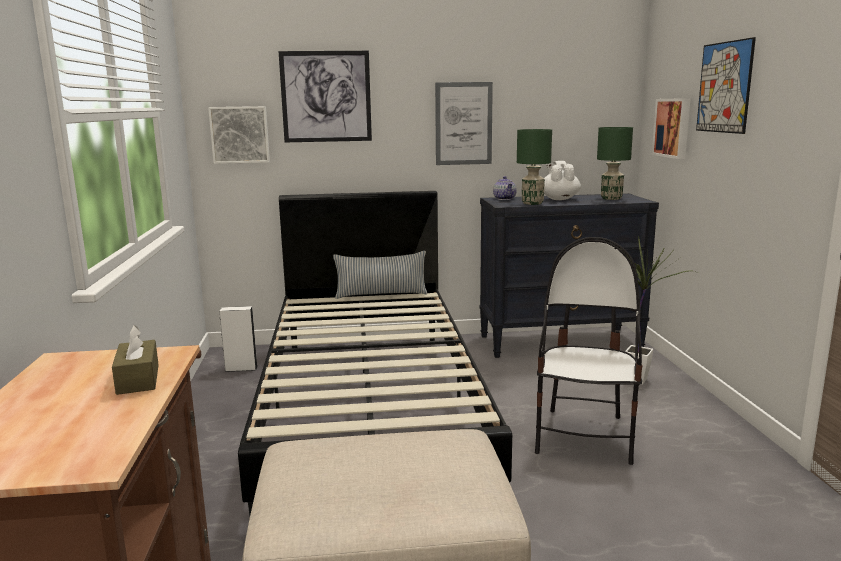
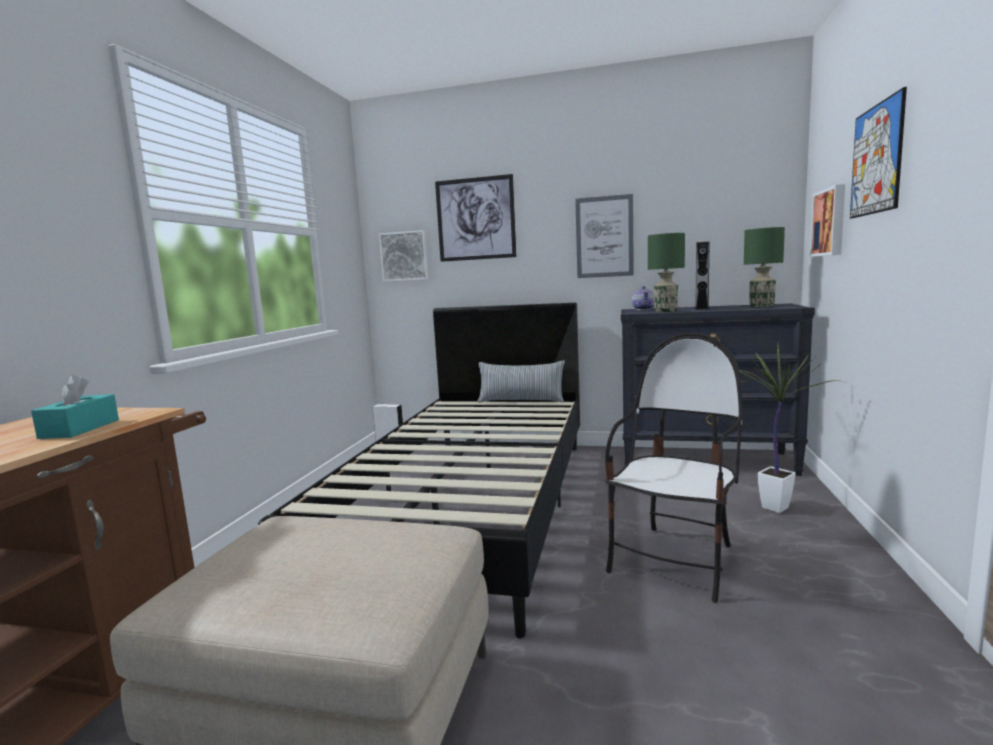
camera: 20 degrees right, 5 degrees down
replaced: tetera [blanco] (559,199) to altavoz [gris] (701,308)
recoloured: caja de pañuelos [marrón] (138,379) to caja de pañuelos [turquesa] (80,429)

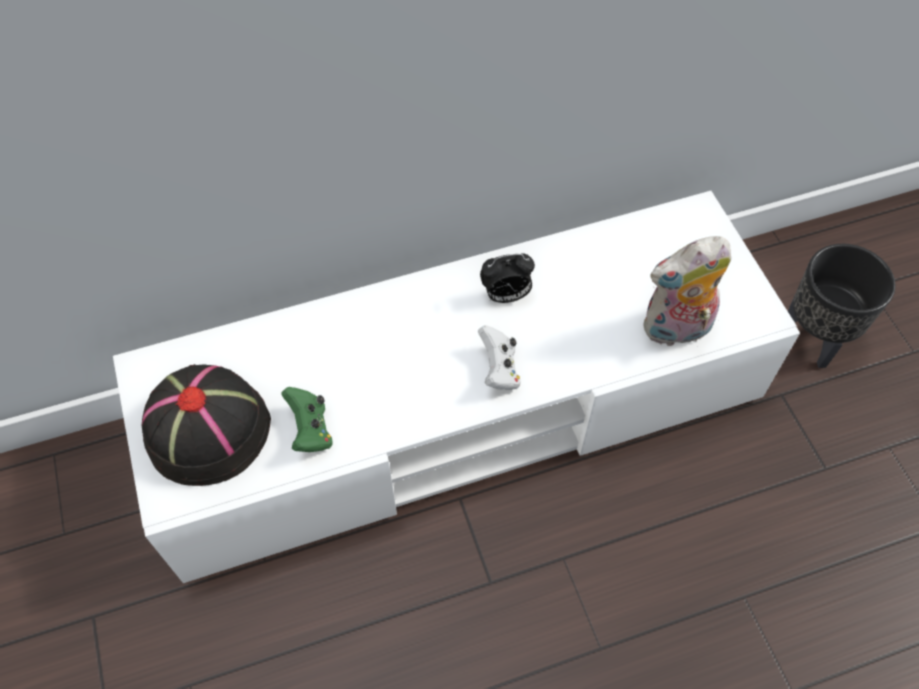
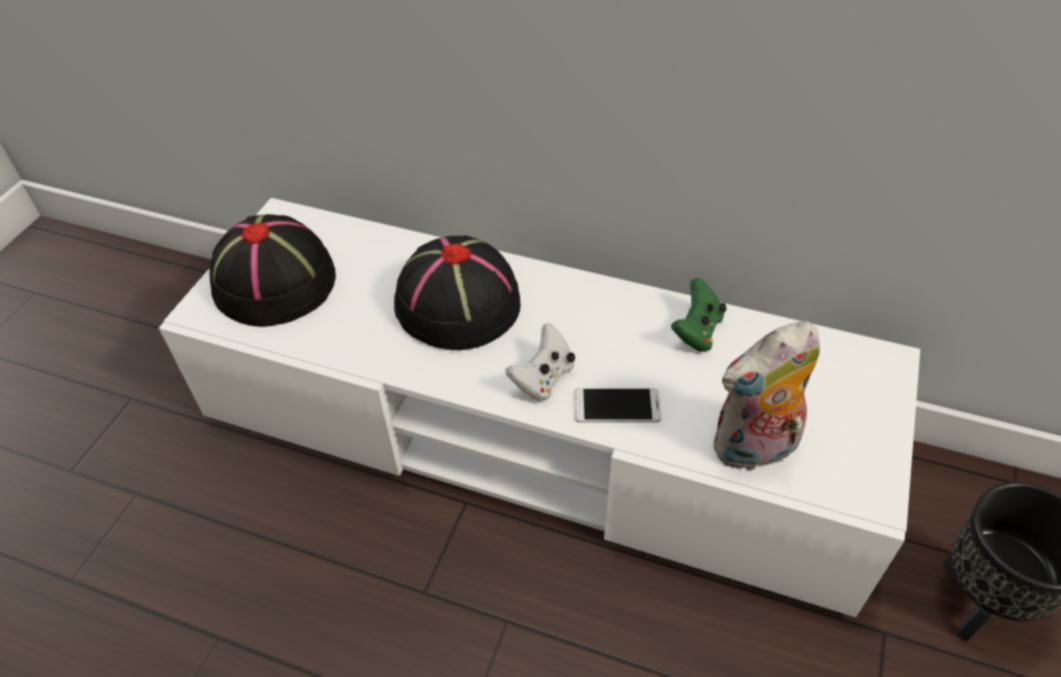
camera: 40 degrees right, 10 degrees down
removed: despertador (505,295)
added: sombrero [negro] (457,304); móvil (617,406)
moved: mando de consola [verde] (310,430) to (697,331)
turned: peluche (675,330) = (754,450) 45 degrees counterclockwise

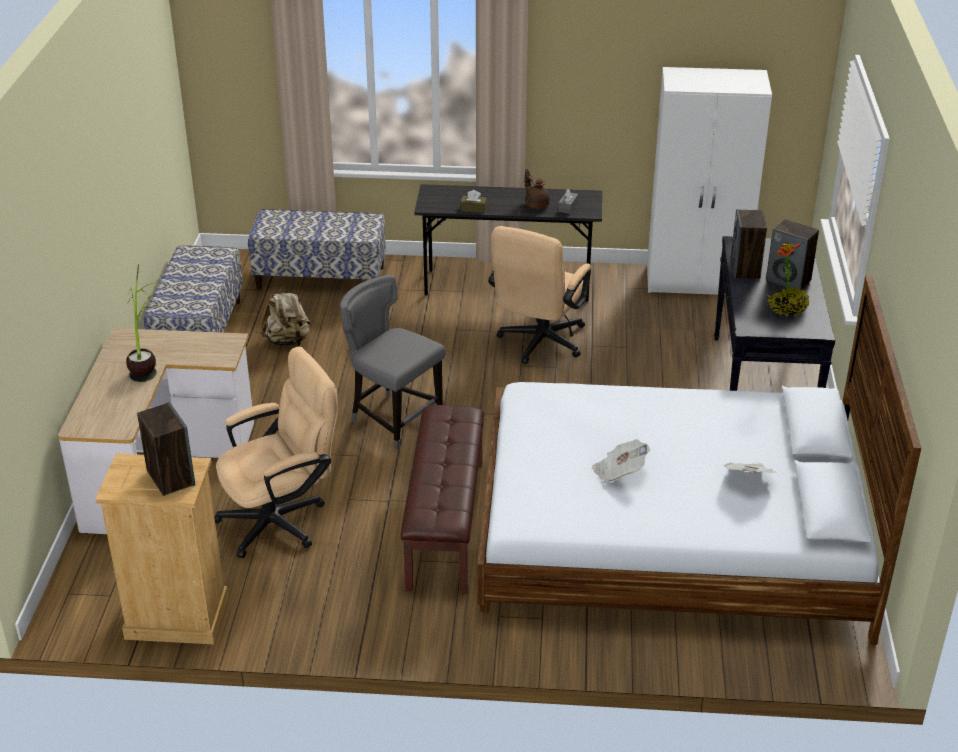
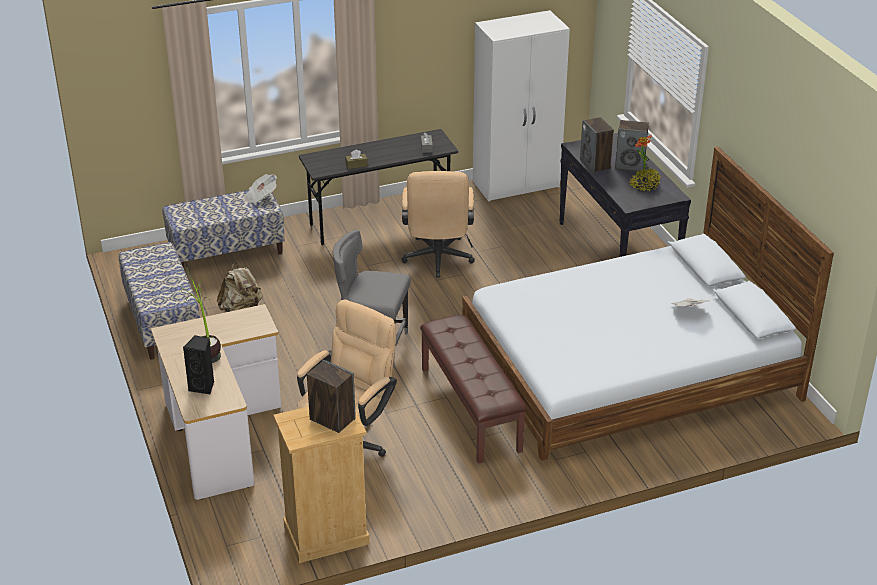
camera: 25 degrees left, 0 degrees up
removed: tetera [marrón] (536,204)
added: altavoz [negro] (203,386)
moved: periódico (619,472) to (260,197)

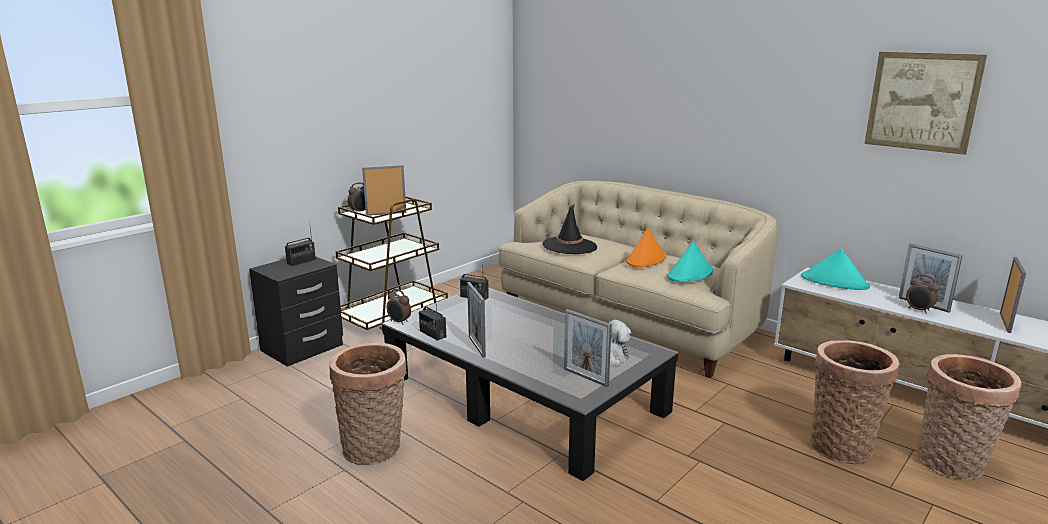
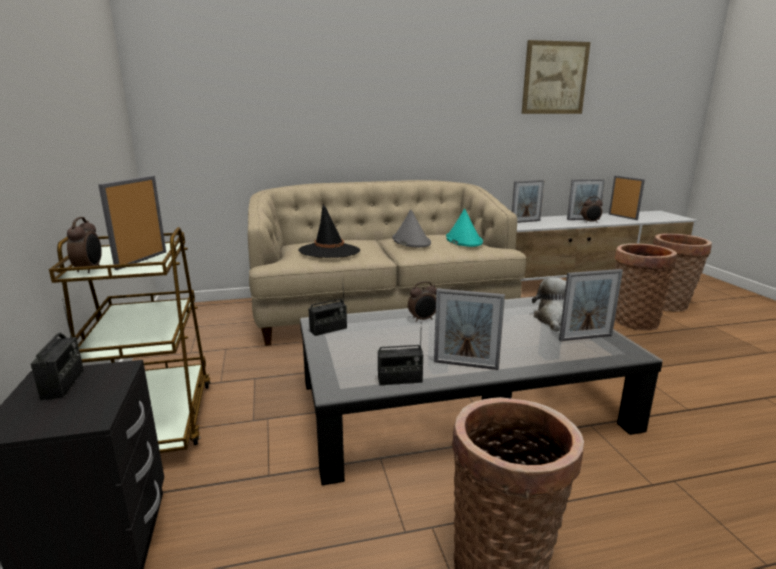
camera: 55 degrees left, 0 degrees up
moved: despertador (399,322) to (422,319)
replaced: sombrero [turquesa] (835,282) to portarretratos (525,221)
recoloured: sombrero [naranja] (646,259) to sombrero [gris] (410,241)

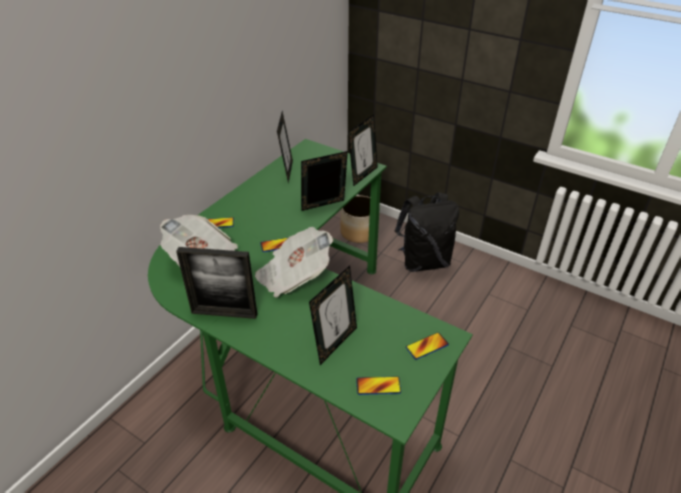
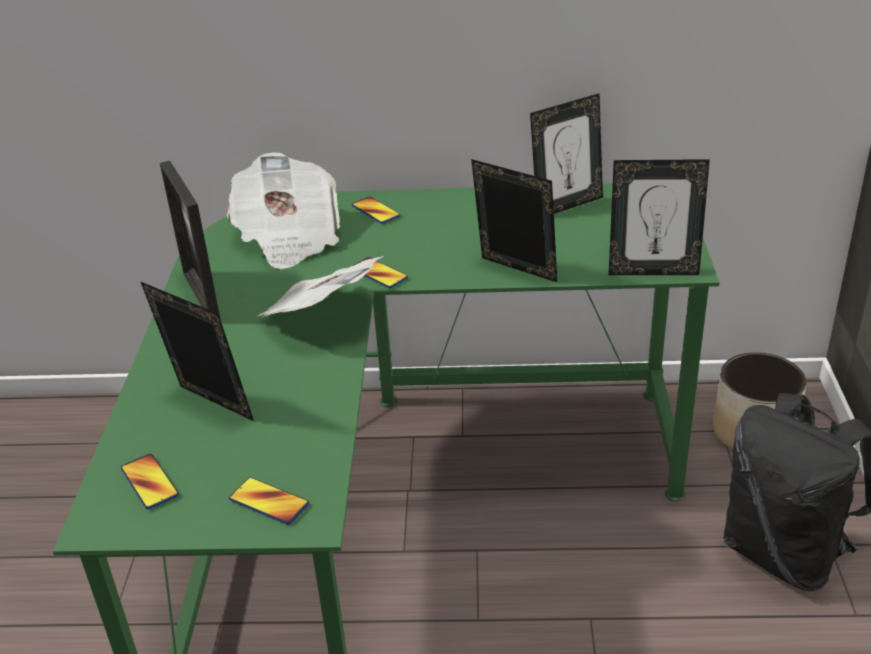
camera: 60 degrees right, 5 degrees down
turned: portarretratos (335,343) = (210,408) 150 degrees counterclockwise

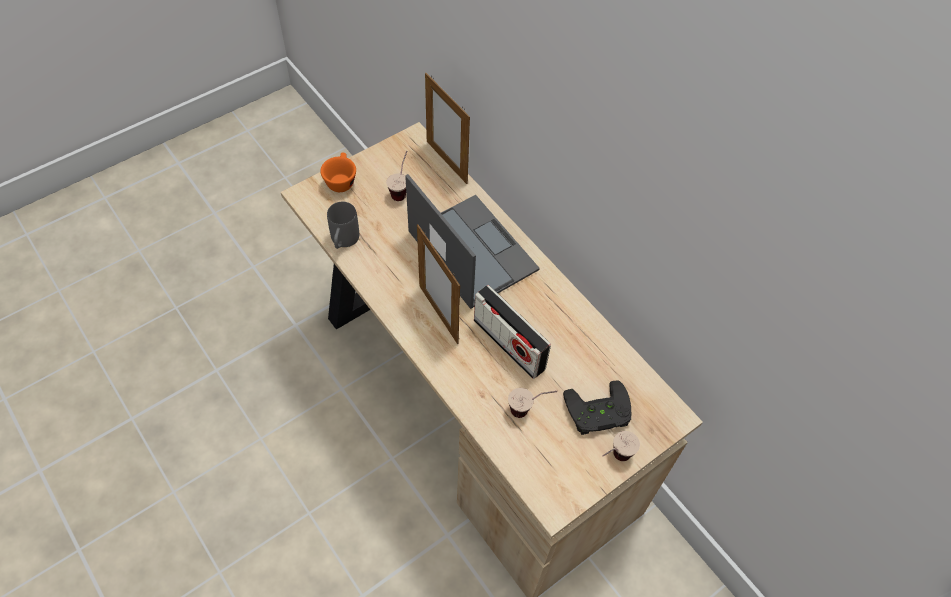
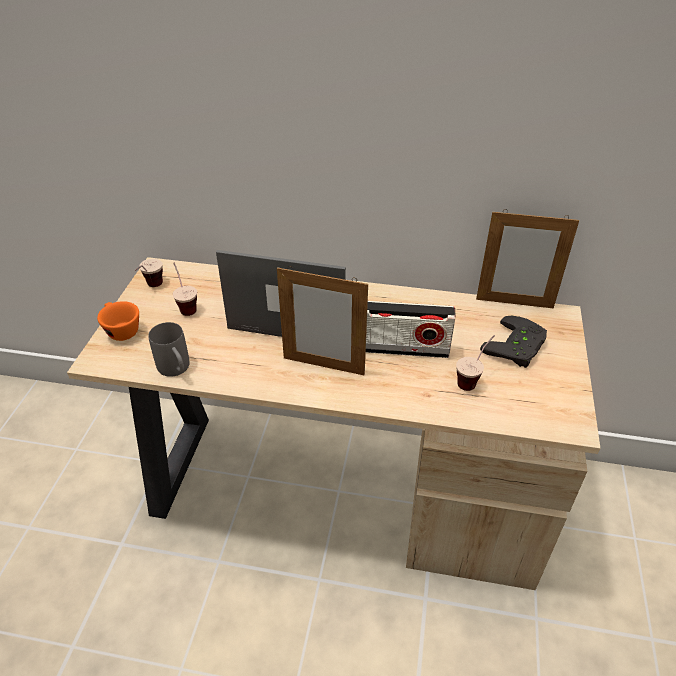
camera: 40 degrees left, 15 degrees down
moved: portarretratos (446,162) to (514,303); taza (613,459) to (151,288)

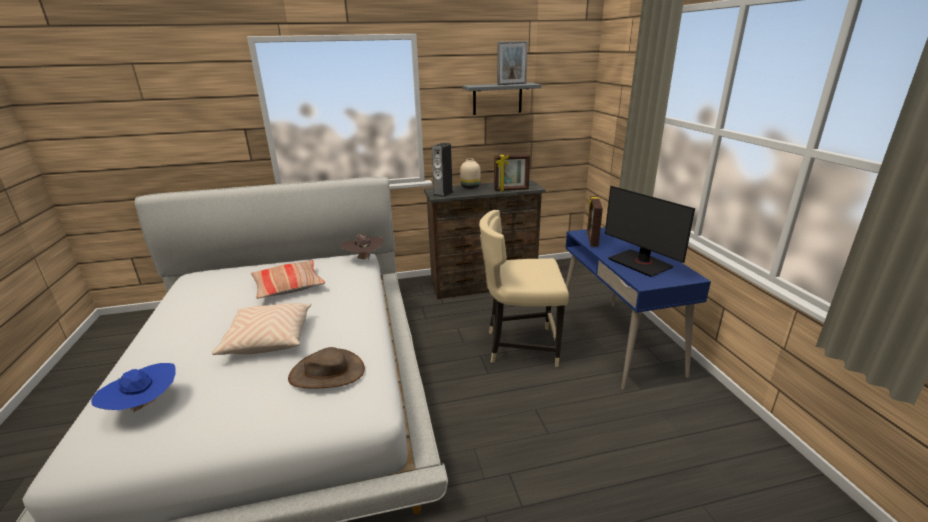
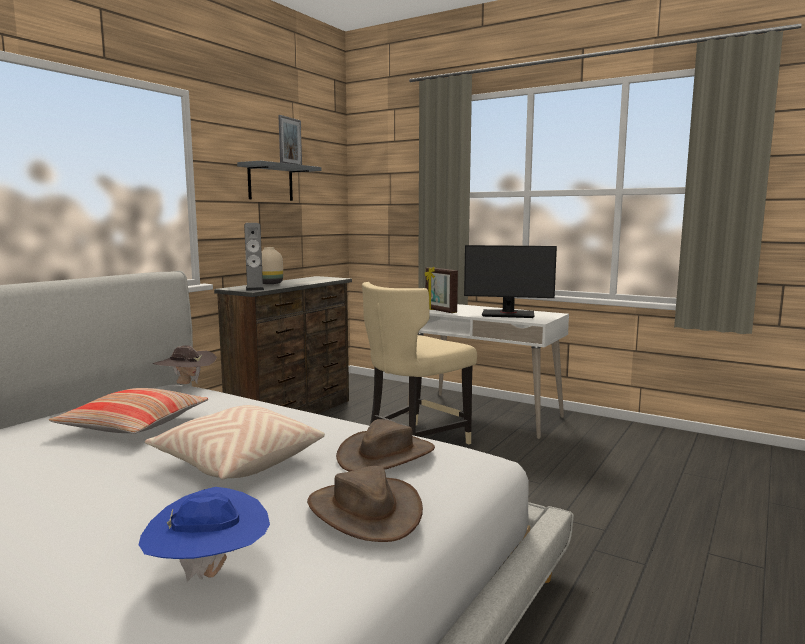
camera: 45 degrees left, 15 degrees down
removed: portarretratos (511,190)
added: sombrero [marrón] (364,511)
recoloured: escritorio [azul] (617,342) to escritorio [blanco] (484,414)

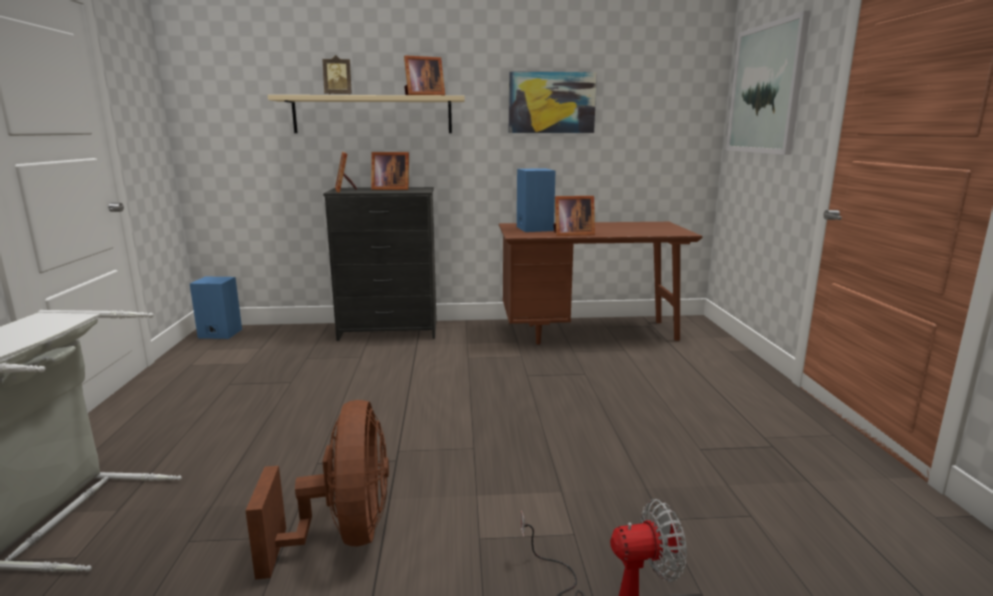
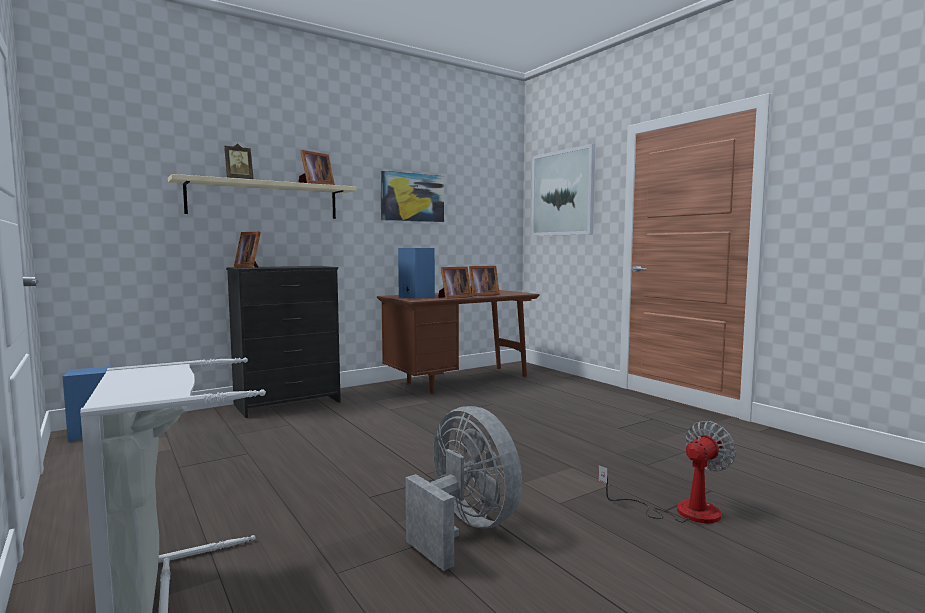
camera: 30 degrees left, 10 degrees down
moved: portarretratos (390,189) to (481,295)
recoloured: ventilador [marrón] (344,535) to ventilador [gris] (464,529)

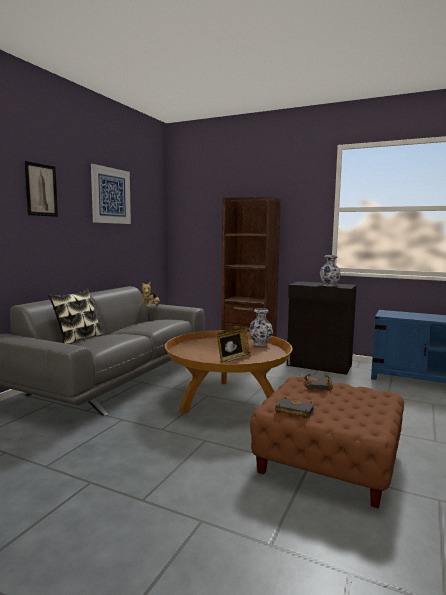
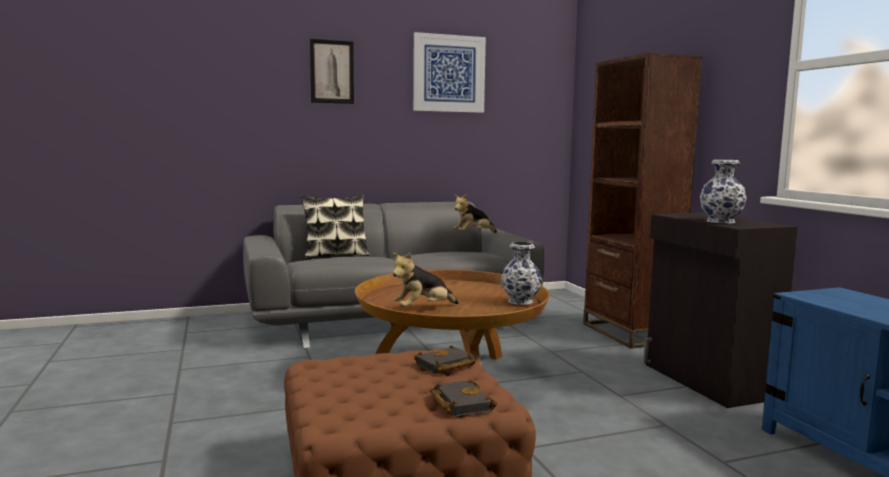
camera: 45 degrees right, 0 degrees up
moved: libro [negro] (293,411) to (459,403)
replaced: portarretratos (233,360) to peluche (423,309)

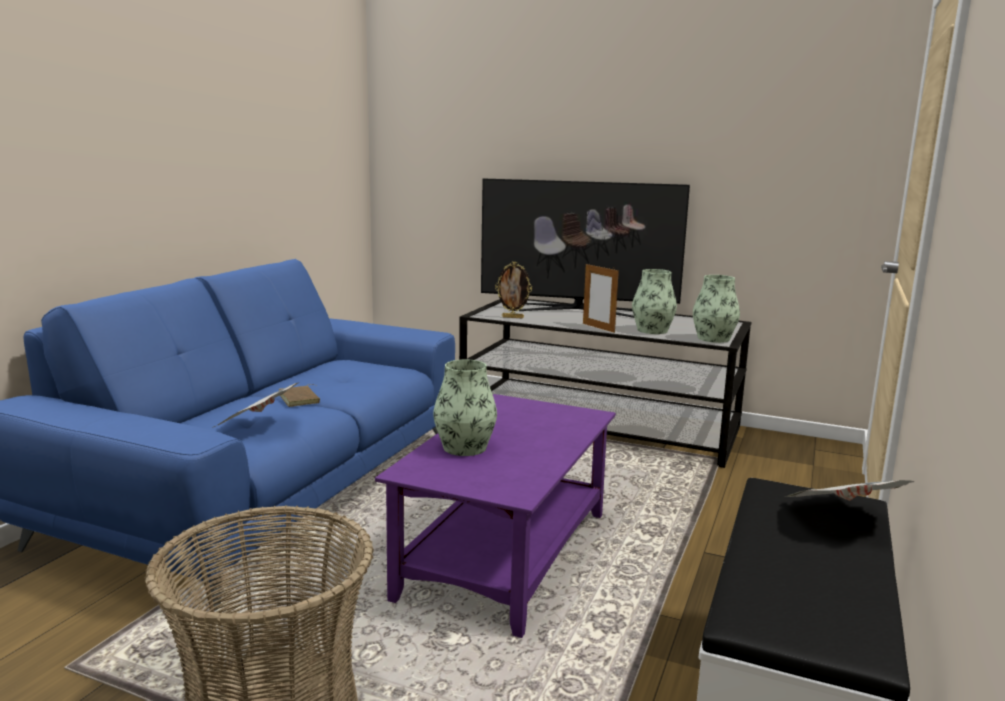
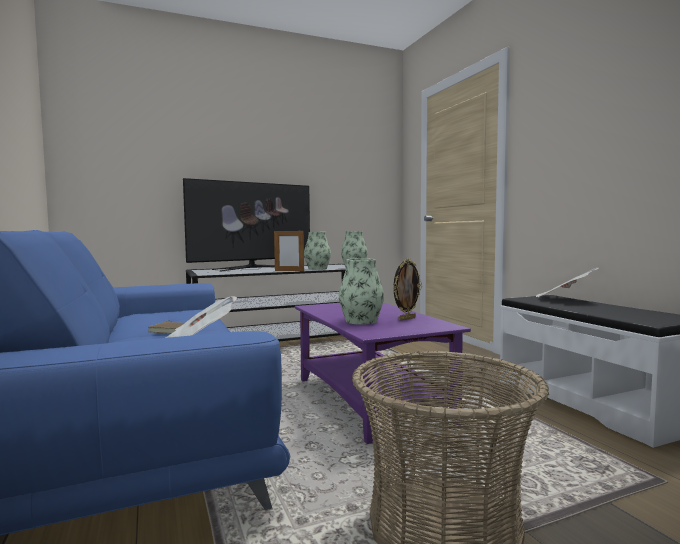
camera: 45 degrees left, 10 degrees down
moved: portarretratos (513,317) to (406,318)

